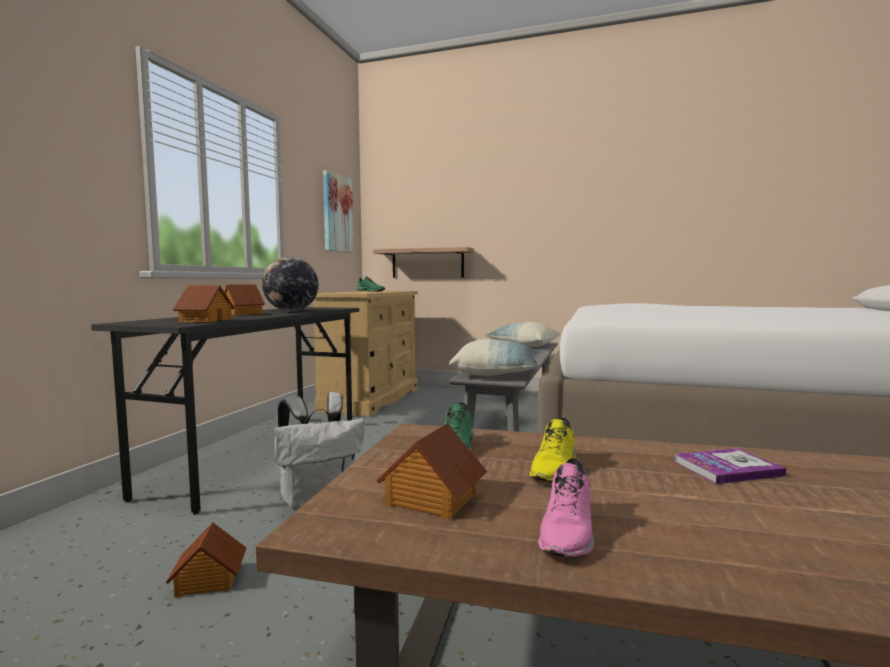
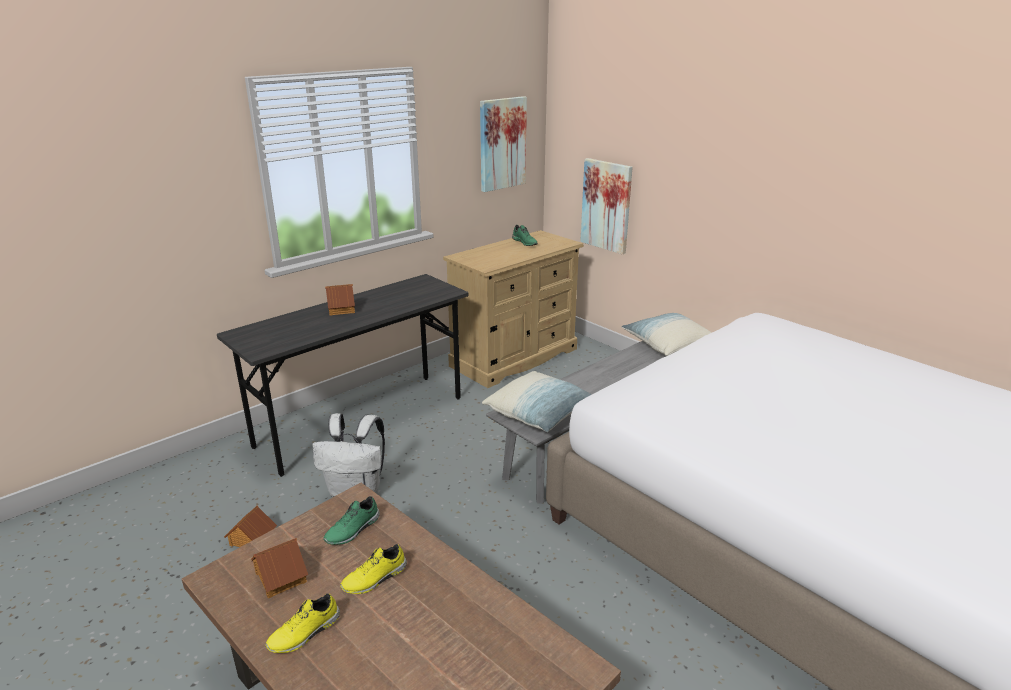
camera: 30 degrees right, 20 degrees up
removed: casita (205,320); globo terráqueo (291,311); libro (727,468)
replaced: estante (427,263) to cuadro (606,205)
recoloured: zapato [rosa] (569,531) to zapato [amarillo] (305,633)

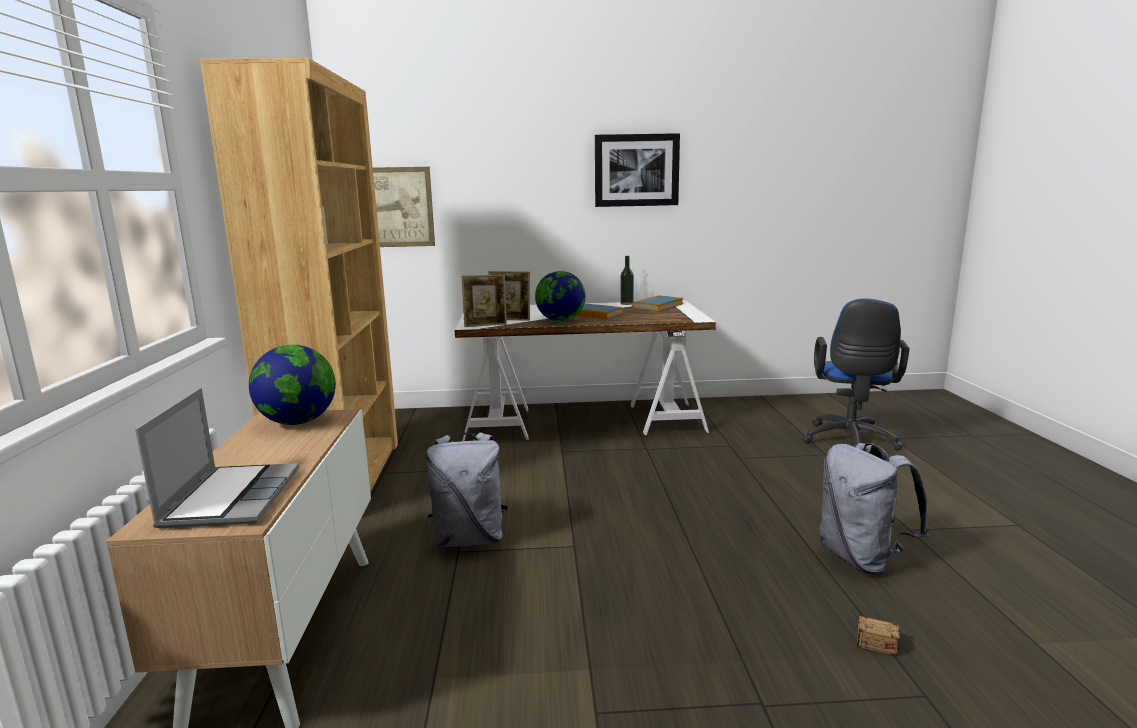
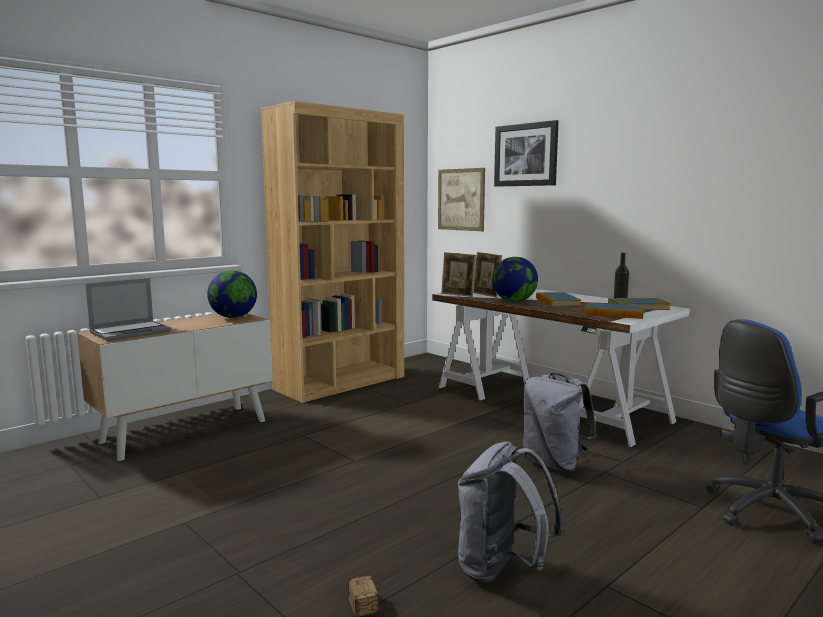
camera: 50 degrees right, 5 degrees down
added: libro (614,314)
moved: mochila [gris] (470,538) to (554,464); cuadro (636,170) to (525,155)

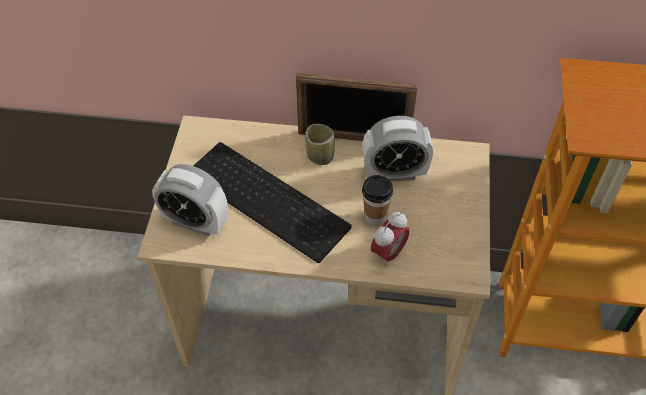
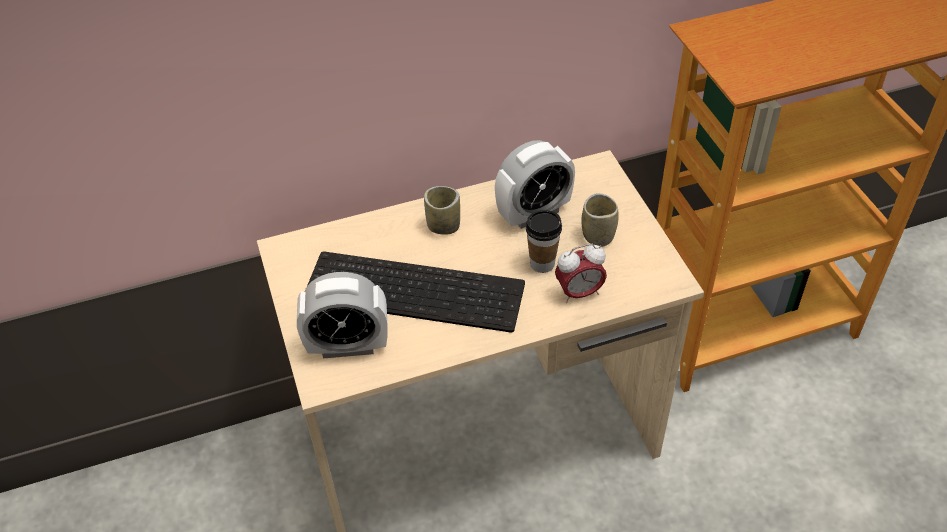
camera: 25 degrees left, 5 degrees down
removed: portarretratos (353,138)
added: taza (598,236)
turned: despertador (388,253) = (579,293) 60 degrees clockwise

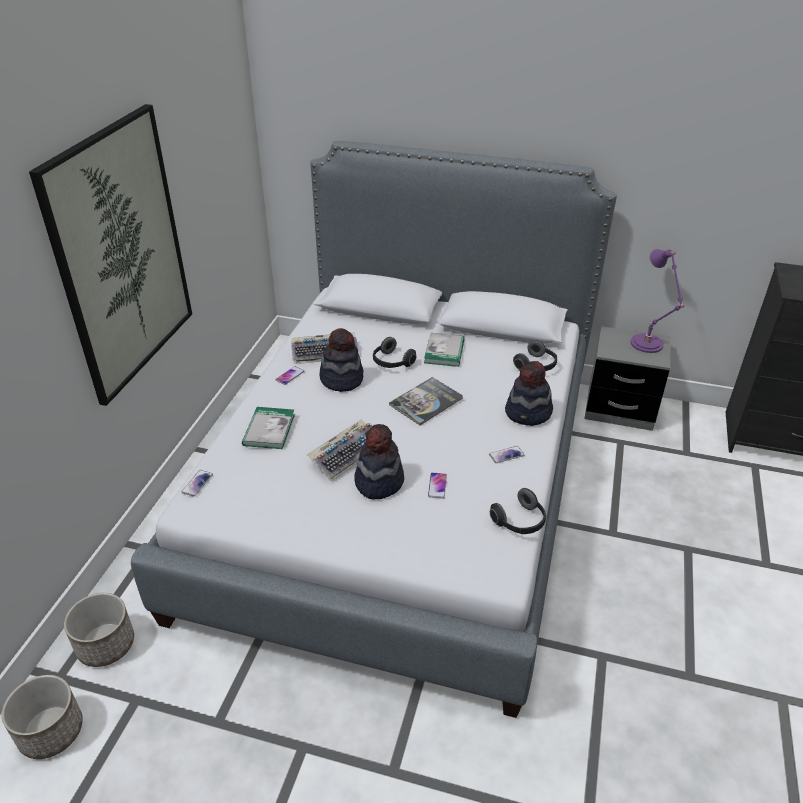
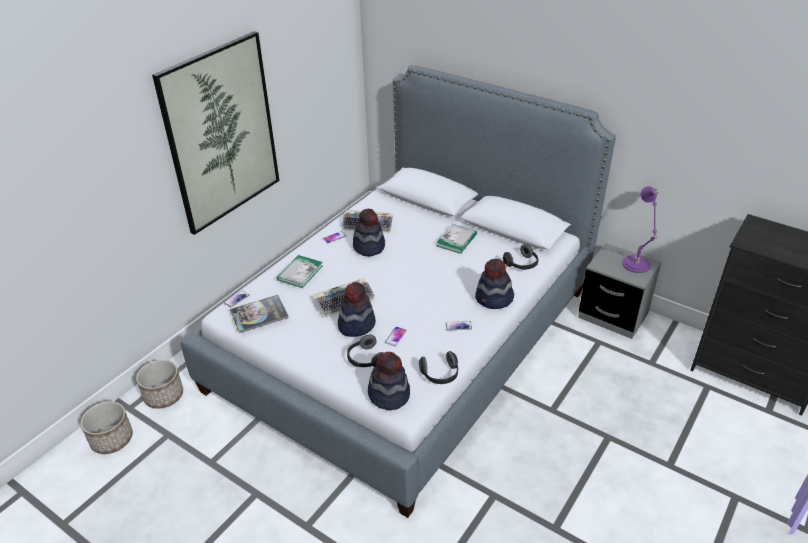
camera: 20 degrees right, 0 degrees up
added: sombrero (389,394)
moved: auriculares (391,363) to (365,359); libro (426,402) to (259,314)

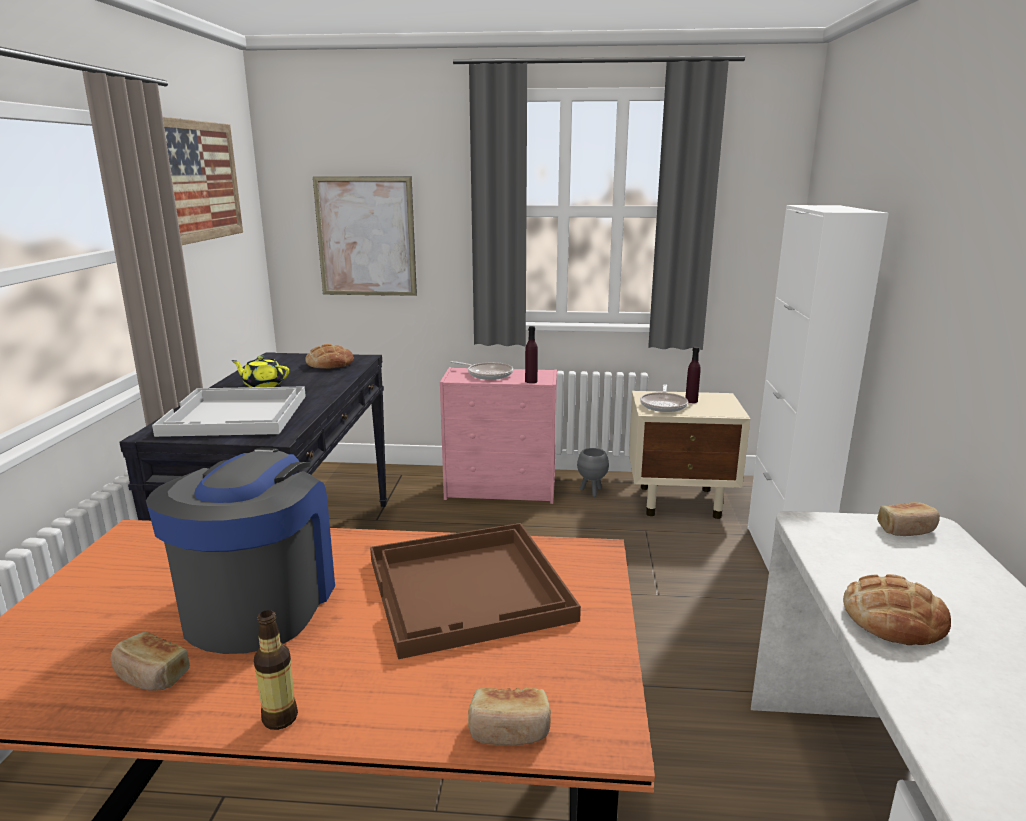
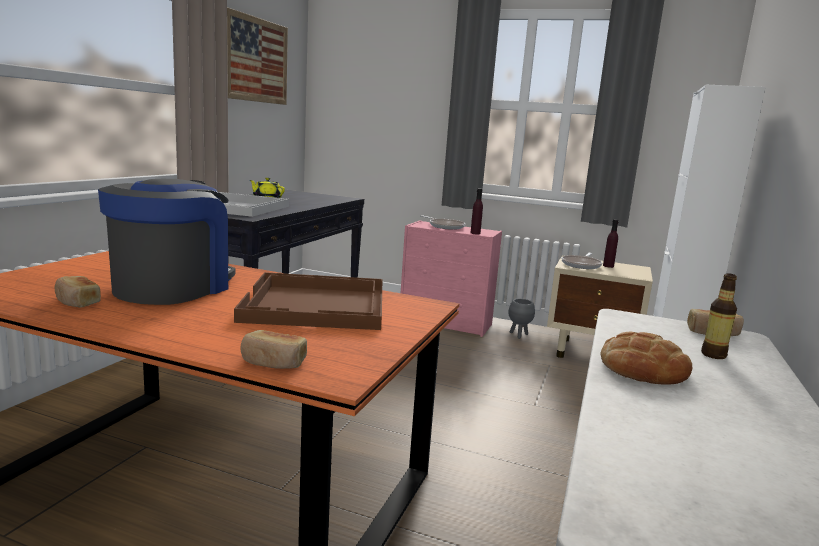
camera: 15 degrees right, 5 degrees down
removed: pan (330,363); cuadro (366,237)
moved: botella (280,718) to (713,355)

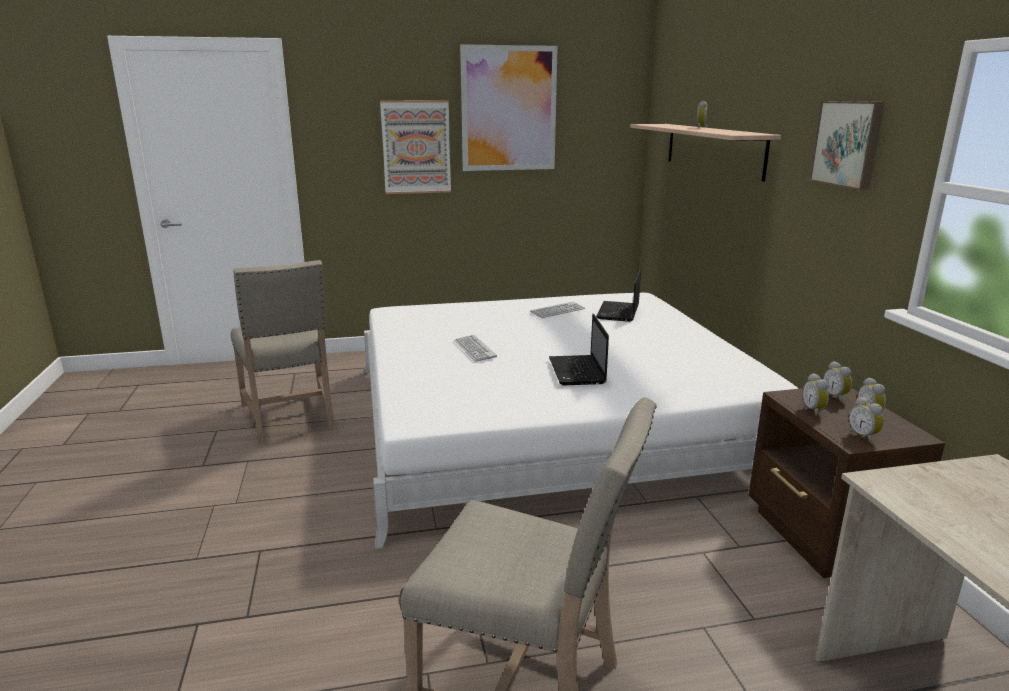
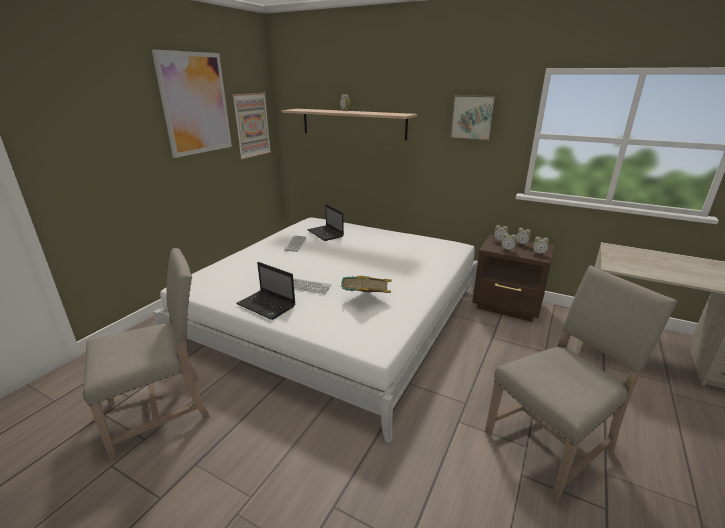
camera: 50 degrees left, 5 degrees up
added: libro (365,300)
moved: cuadro (416,147) to (252,125); portátil (577,372) to (267,305)
turned: silla [beis] (290,416) = (162,410) 45 degrees counterclockwise

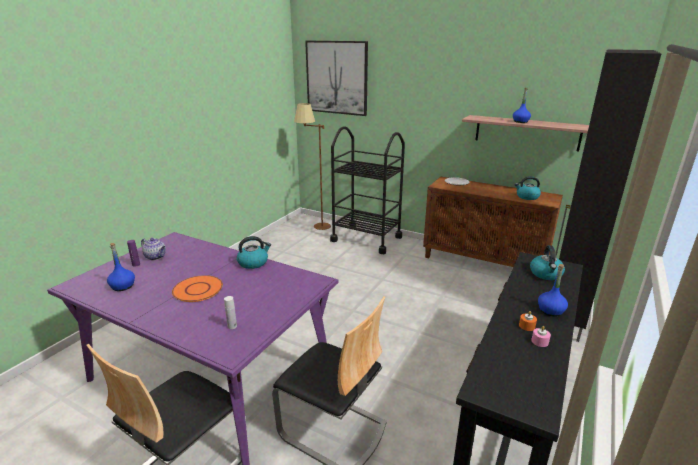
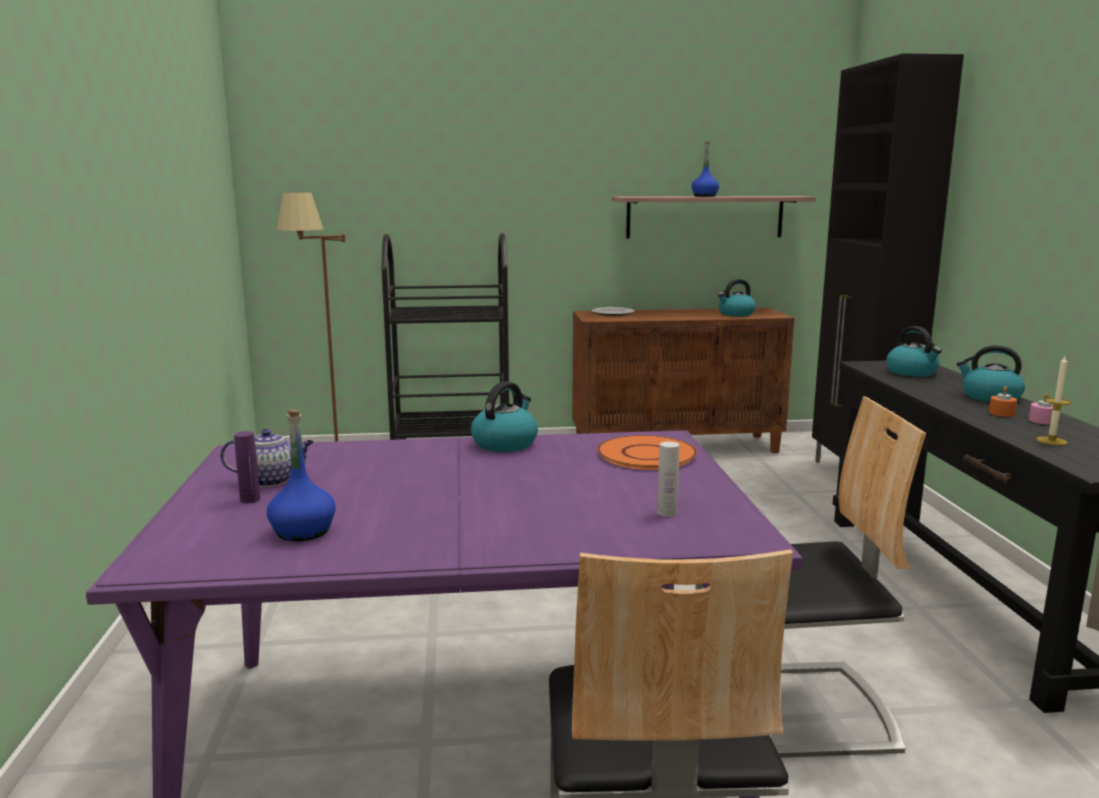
camera: 35 degrees left, 10 degrees down
removed: cuadro (336,78)
added: vela (1051,441)
moved: plato [naranja] (198,289) to (646,454)
replaced: botella [azul] (550,310) to hervidor (990,397)

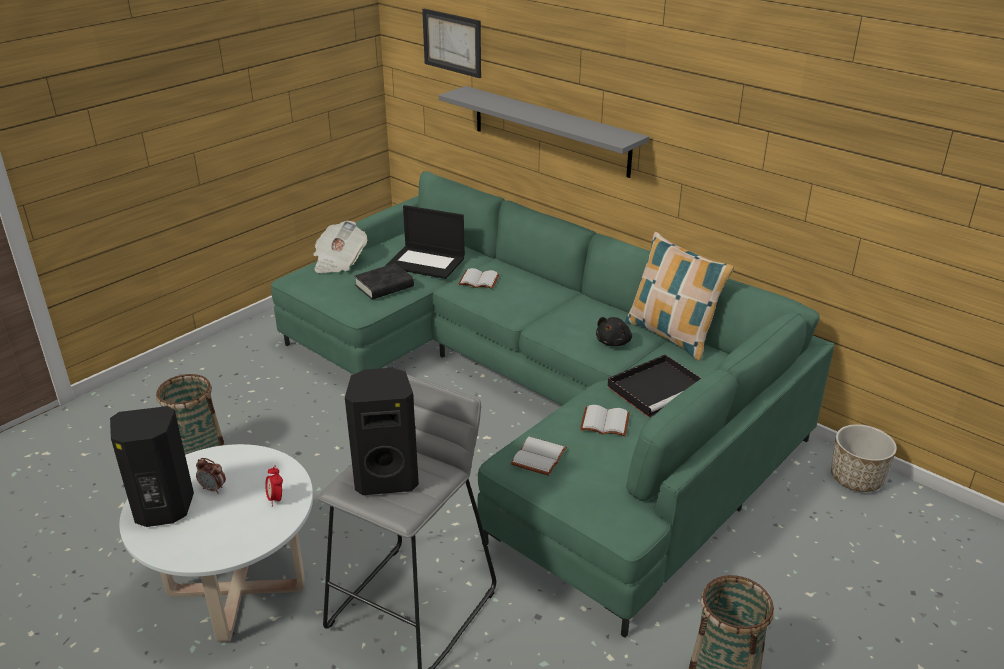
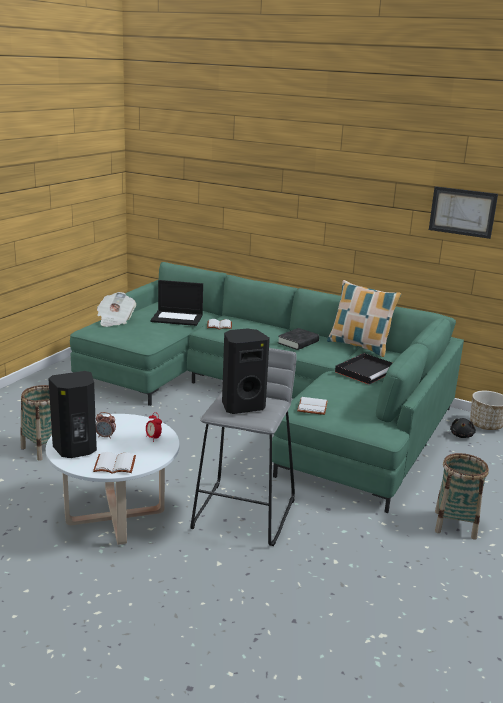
camera: 15 degrees left, 10 degrees down
removed: estante [gris] (550,131)
moved: libro [negro] (384,286) to (298,342); cuadro (452,42) to (462,212); libro [blanco] (604,423) to (114,465); peluche [negro] (614,342) to (461,435)

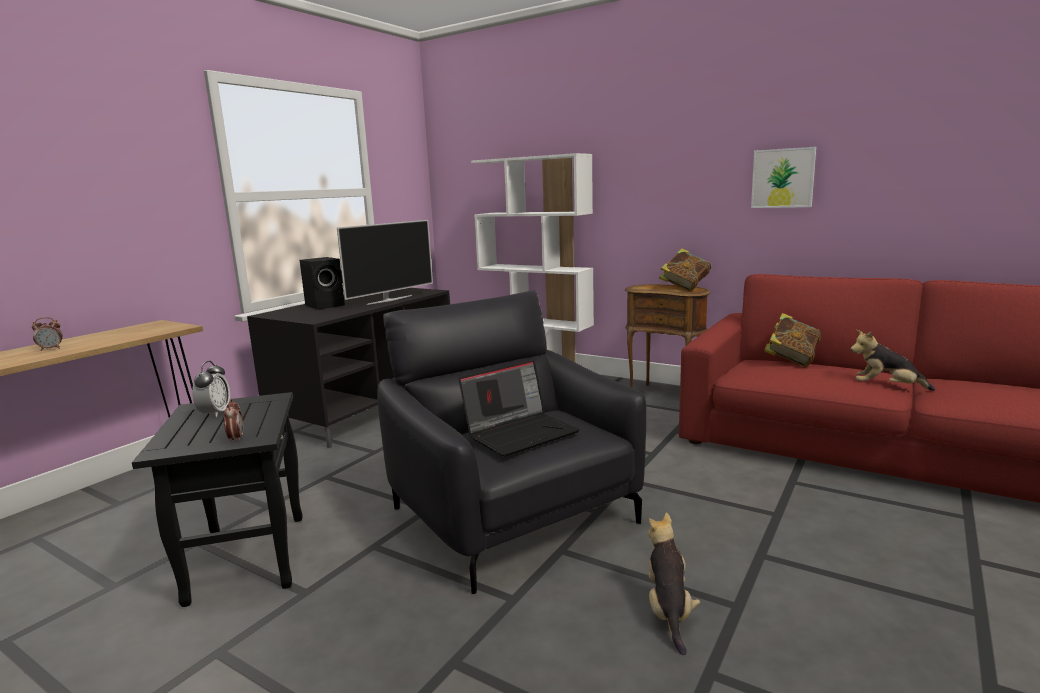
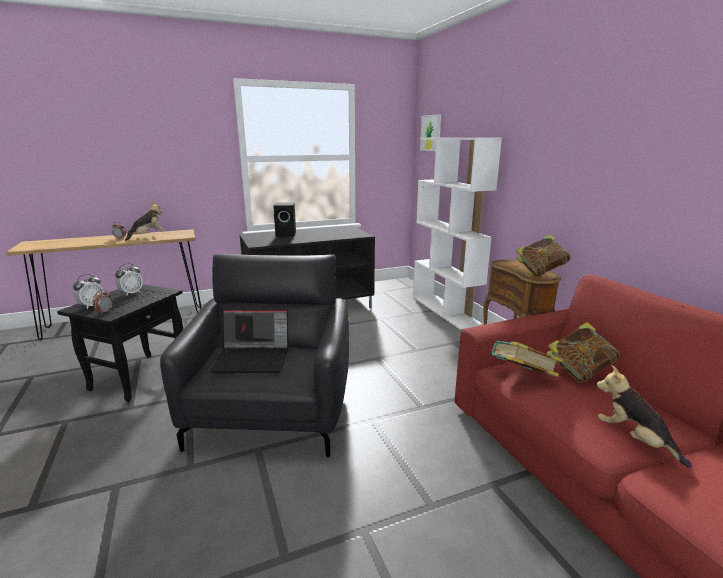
camera: 35 degrees right, 5 degrees up
removed: televisor (389,300)
added: despertador (91,306); libro (521,377)
moved: peluche (668,611) to (148,237); cuadro (782,178) to (431,133)

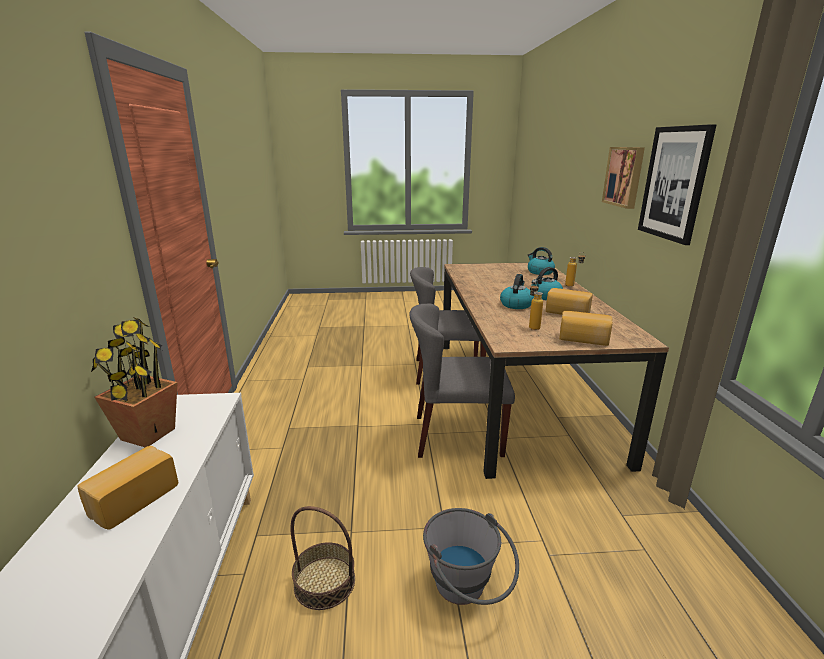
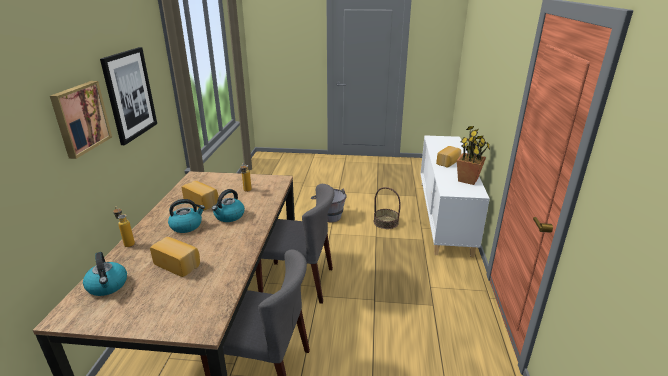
camera: 170 degrees left, 5 degrees up
moved: pan (583,340) to (178,264)

